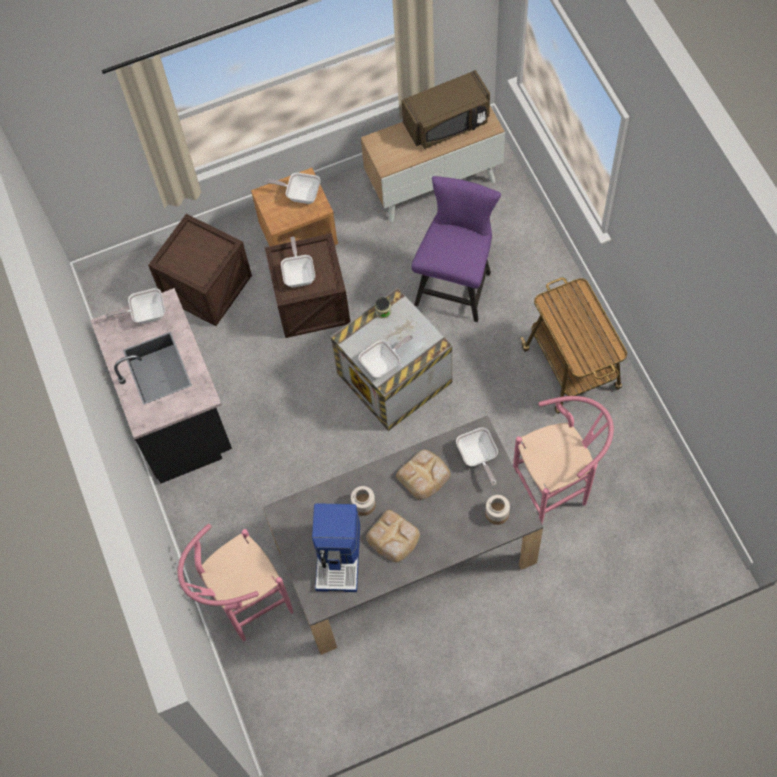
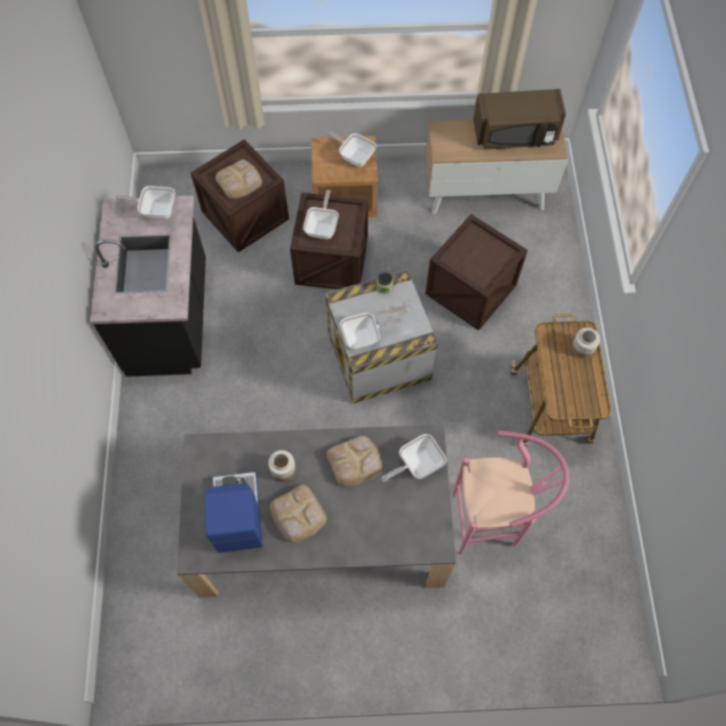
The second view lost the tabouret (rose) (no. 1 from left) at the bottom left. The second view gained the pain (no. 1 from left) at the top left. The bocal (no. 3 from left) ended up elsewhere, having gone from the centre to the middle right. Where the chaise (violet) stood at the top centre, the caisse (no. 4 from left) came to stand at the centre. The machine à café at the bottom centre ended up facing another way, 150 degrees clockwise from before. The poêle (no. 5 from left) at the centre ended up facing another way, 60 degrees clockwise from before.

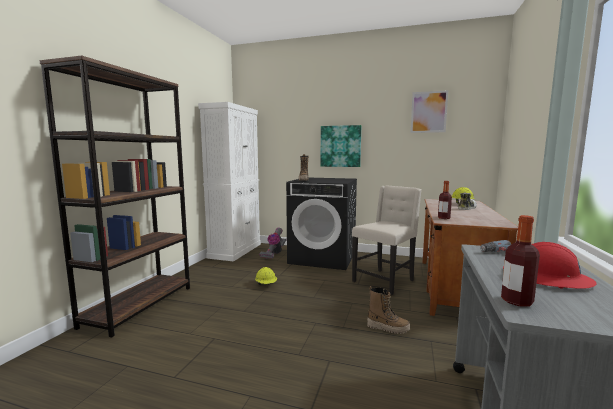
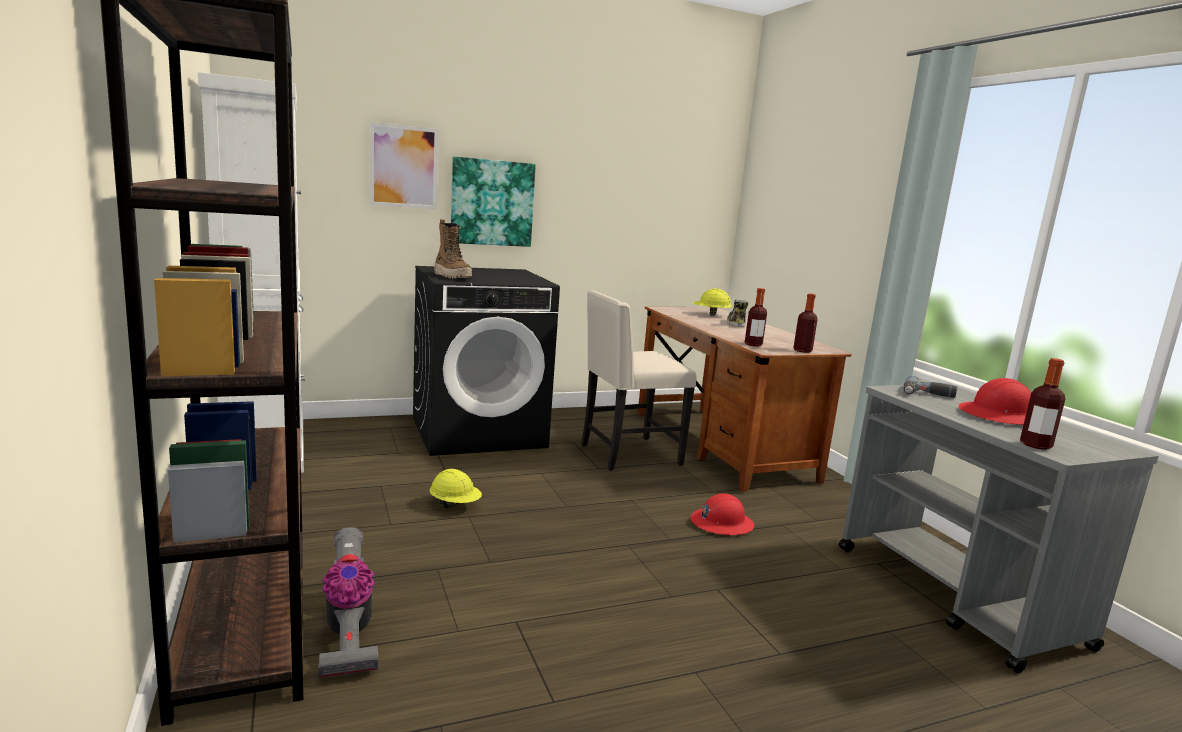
The second view gained the bouteille (no. 2 from left) at the middle right. The aspirateur ended up elsewhere, having gone from the centre to the bottom left. The tableau (no. 2 from left in the first image) ended up elsewhere, having gone from the top right to the top centre. Where the botte (no. 2 from left) stood at the bottom centre, the casque de chantier (rouge) (no. 1 from left) came to stand at the bottom centre. The chaise (beige) at the centre ended up facing another way, 120 degrees counterclockwise from before.

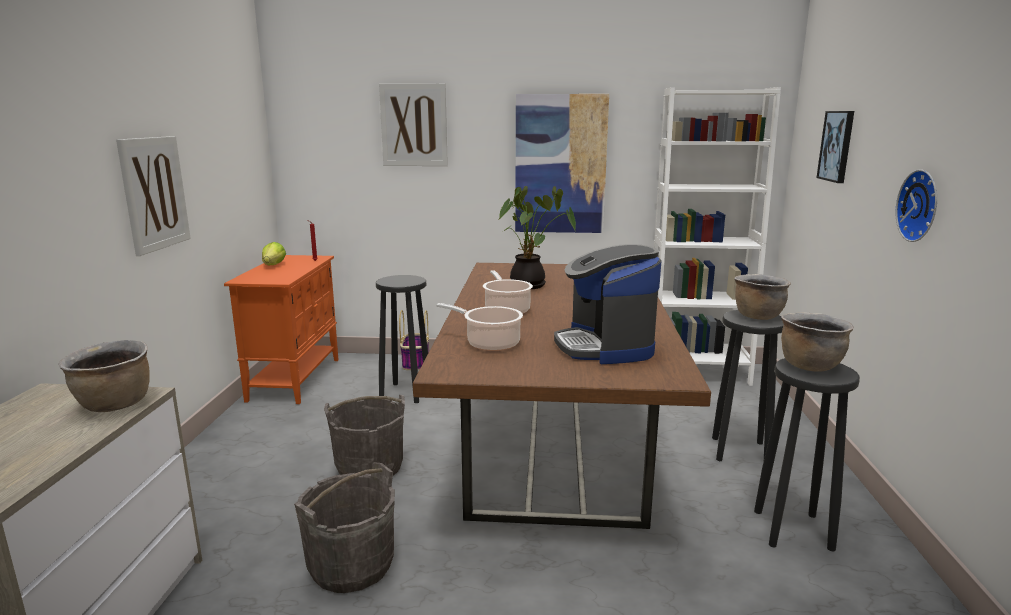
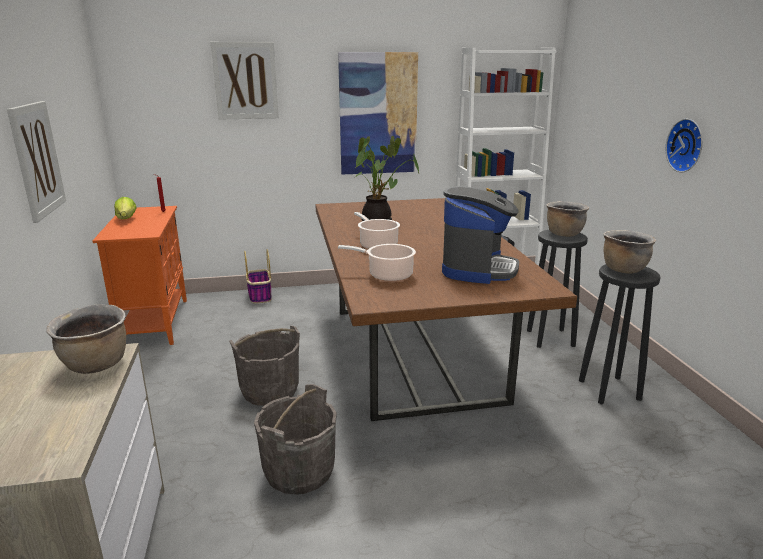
The second view lost the tabouret (noir) (no. 1 from left) at the centre. The second view lost the tableau (no. 4 from left) at the top right. The machine à café at the centre ended up facing another way, 135 degrees counterclockwise from before.

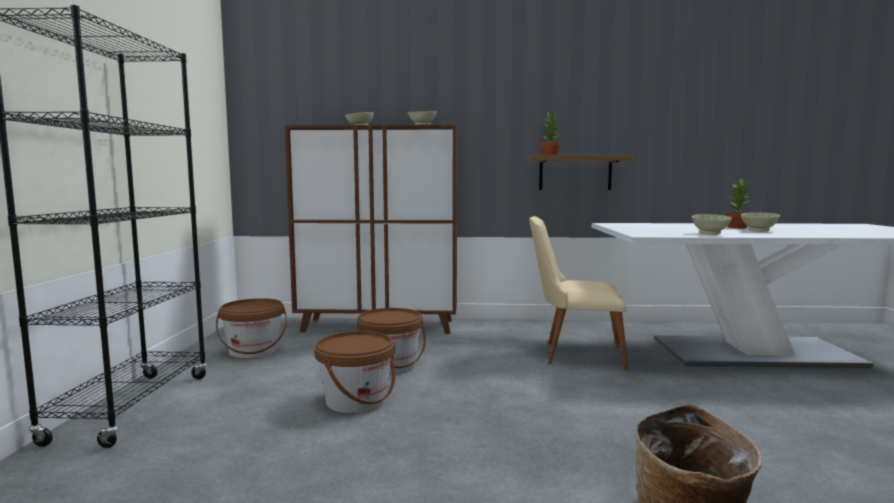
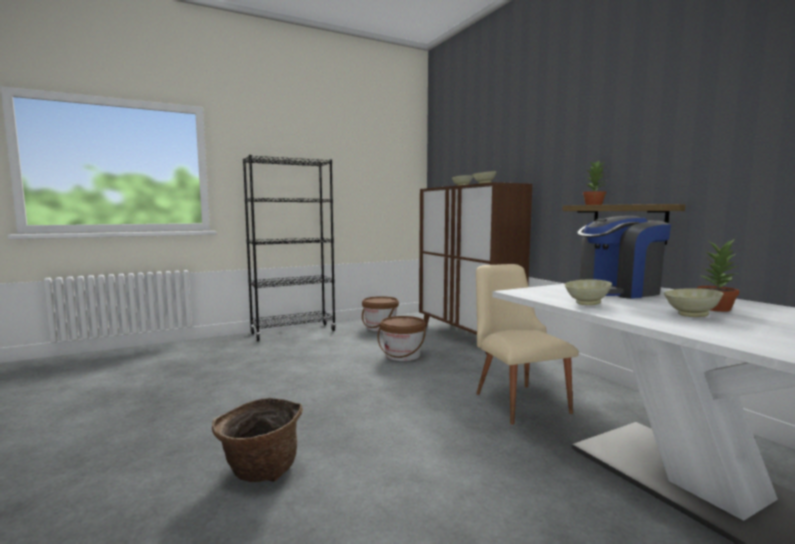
The second view lost the seau (marron) (no. 2 from left) at the bottom centre. The second view gained the machine à café at the middle right.

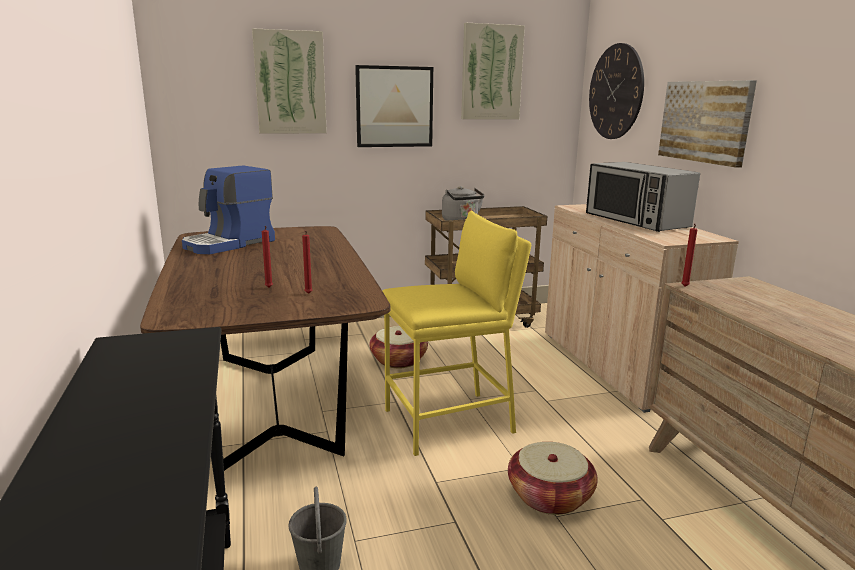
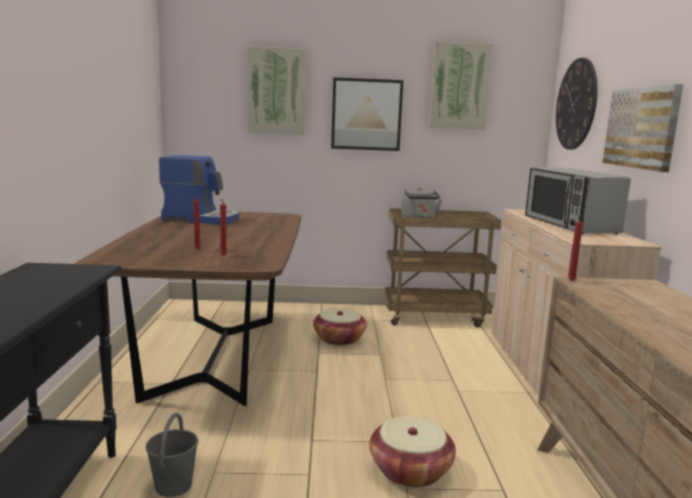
The second view lost the tabouret (jaune) at the centre. The machine à café at the middle left ended up facing another way, 135 degrees counterclockwise from before.

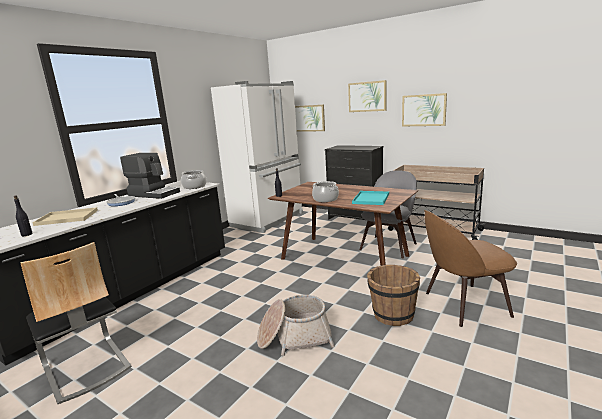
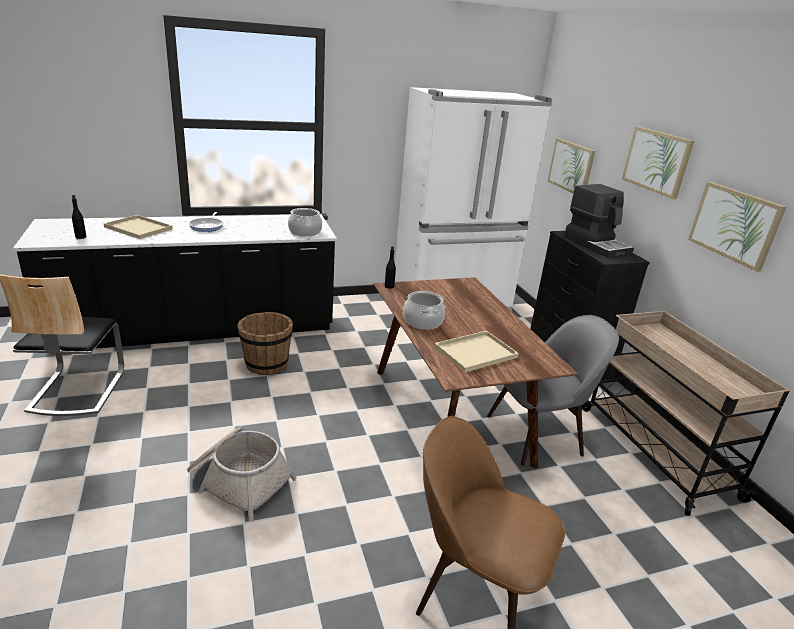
The machine à café ended up elsewhere, having gone from the middle left to the middle right. The seau (marron) ended up elsewhere, having gone from the bottom centre to the centre. What was the plateau (turquoise) at the centre turned into the plateau (beige) (no. 2 from left) at the centre.

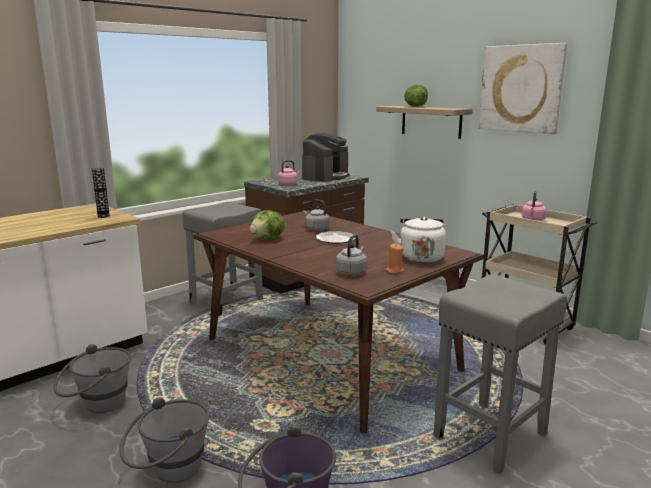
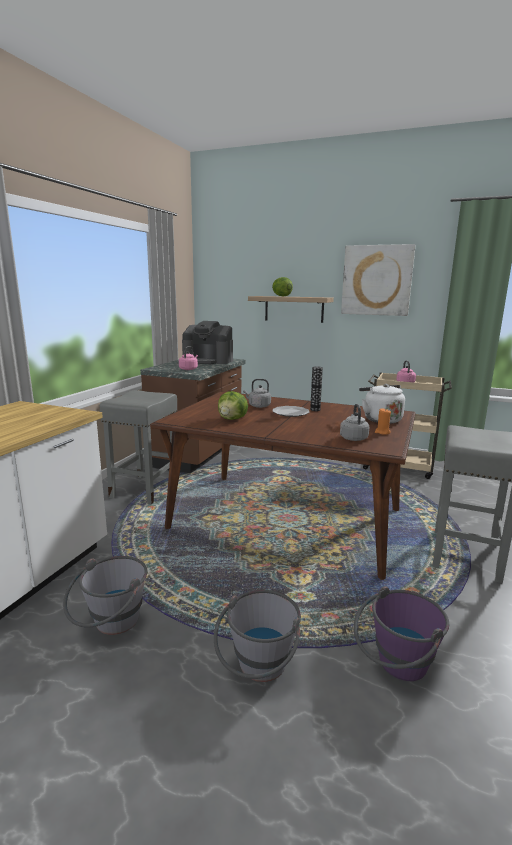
The vase ended up elsewhere, having gone from the middle left to the centre. The machine à café at the top centre ended up facing another way, 105 degrees clockwise from before.

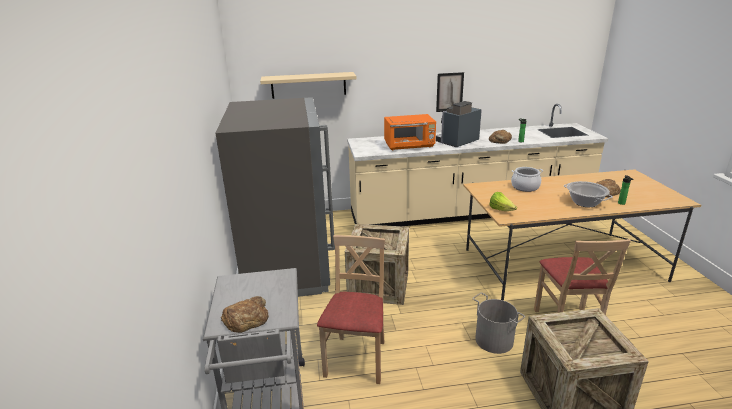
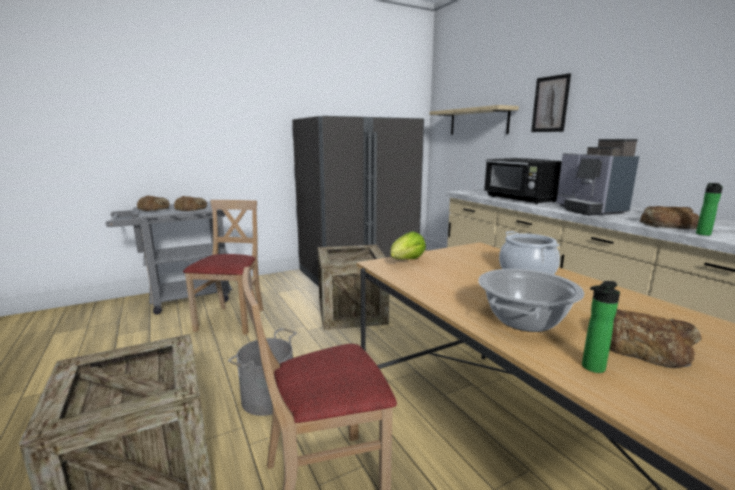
The second view gained the pain (no. 2 from left) at the middle left. The tableau ended up elsewhere, having gone from the top centre to the top right. What was the micro-ondes (orange) at the top centre turned into the micro-ondes (noir) at the middle right. The chaise (beige) (no. 1 from left) at the bottom centre ended up facing another way, 75 degrees counterclockwise from before. The machine à café at the top centre ended up facing another way, 135 degrees counterclockwise from before.

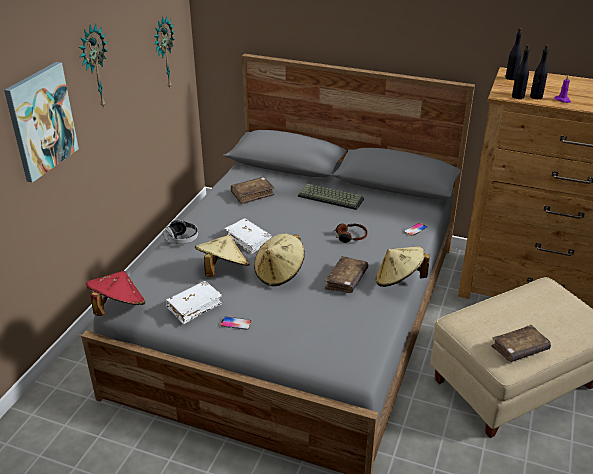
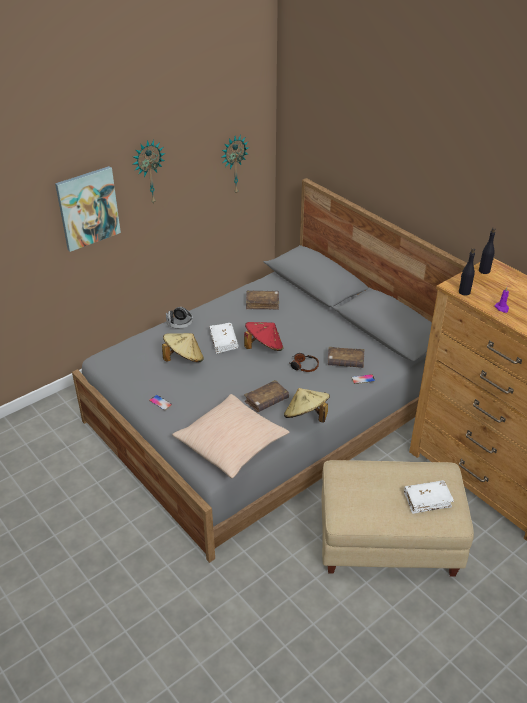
The second view lost the chapeau (beige) (no. 2 from left) at the centre. The second view lost the clavier at the centre. The second view lost the bouteille (noir) (no. 3 from left) at the top right. The second view gained the coussin (beige) at the centre. The chapeau (rouge) ended up elsewhere, having gone from the middle left to the centre. The livre (blanc) (no. 1 from left in the first image) ended up elsewhere, having gone from the middle left to the bottom right. The livre (marron) (no. 3 from left) ended up elsewhere, having gone from the bottom right to the centre.

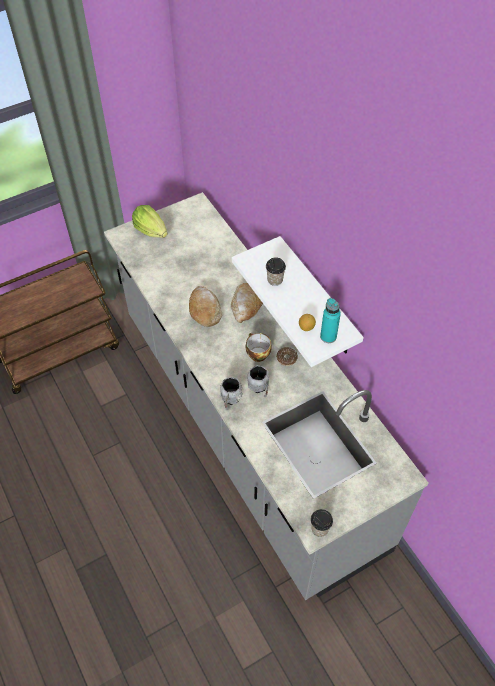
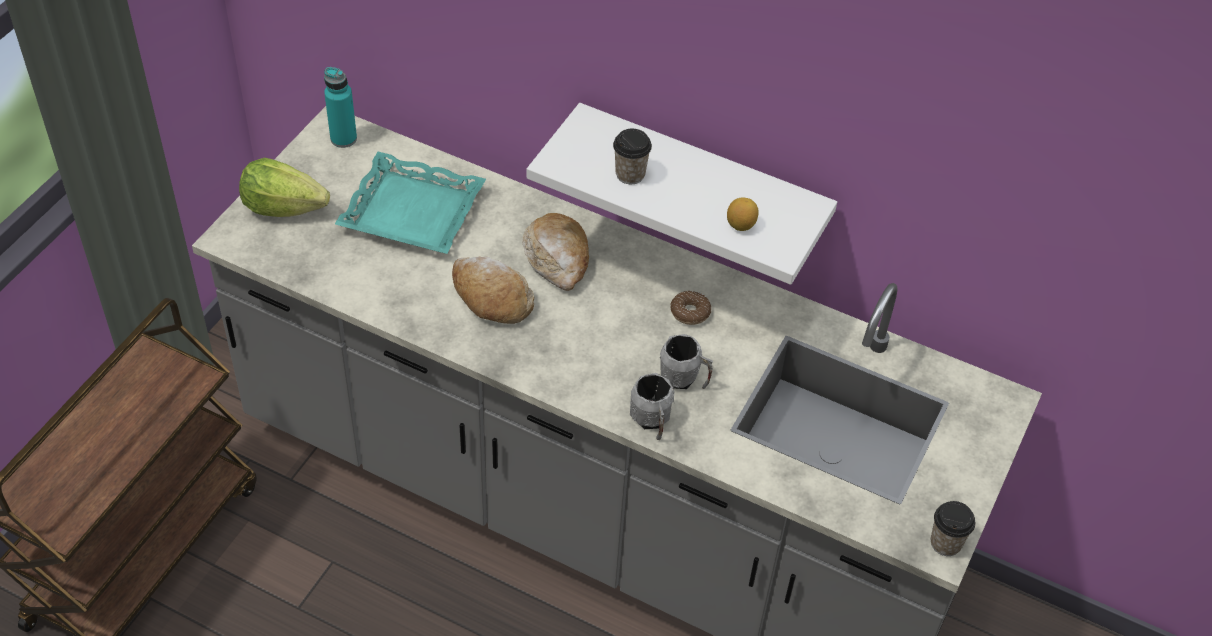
The second view lost the tasse (no. 1 from left) at the centre. The second view gained the plateau (turquoise) at the top centre. The bouteille (turquoise) ended up elsewhere, having gone from the middle right to the top left.

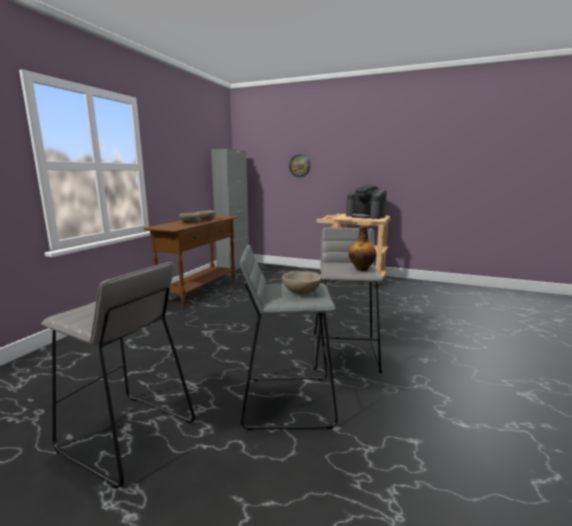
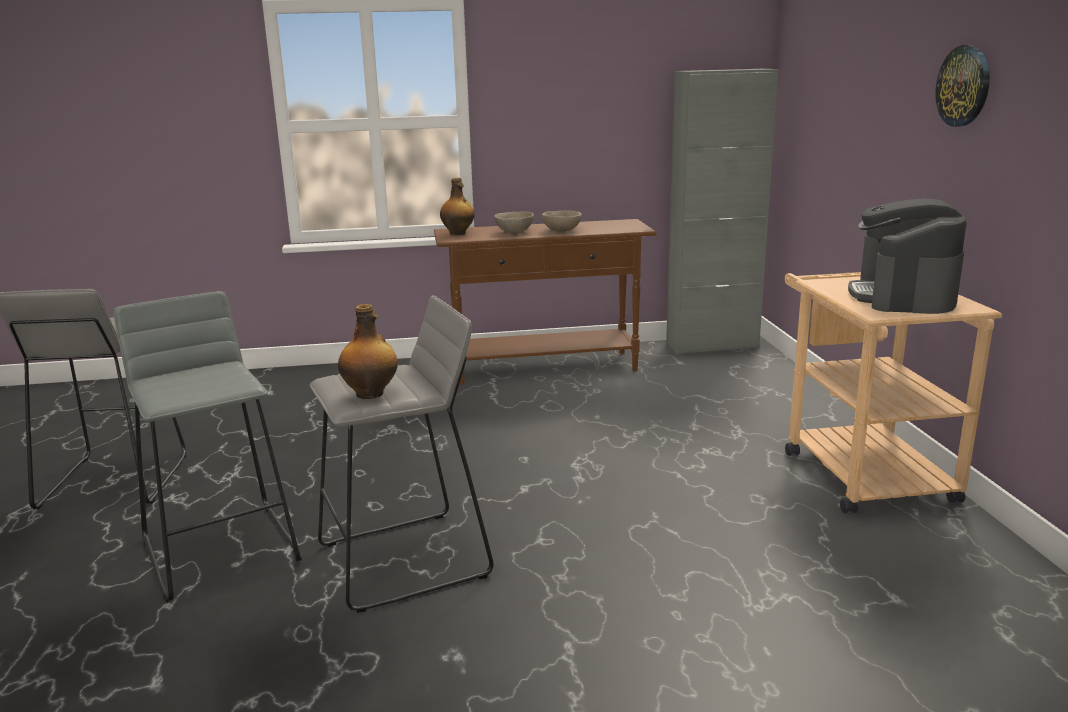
The second view lost the bol (beige) (no. 3 from left) at the centre. The second view gained the bouteille (no. 2 from left) at the top centre. The horloge murale ended up elsewhere, having gone from the top centre to the top right.

